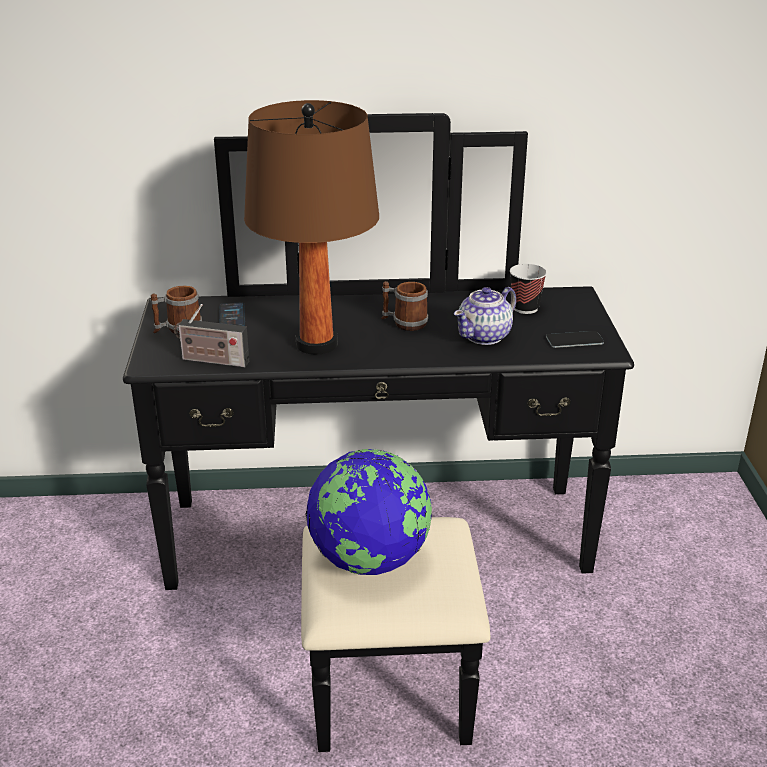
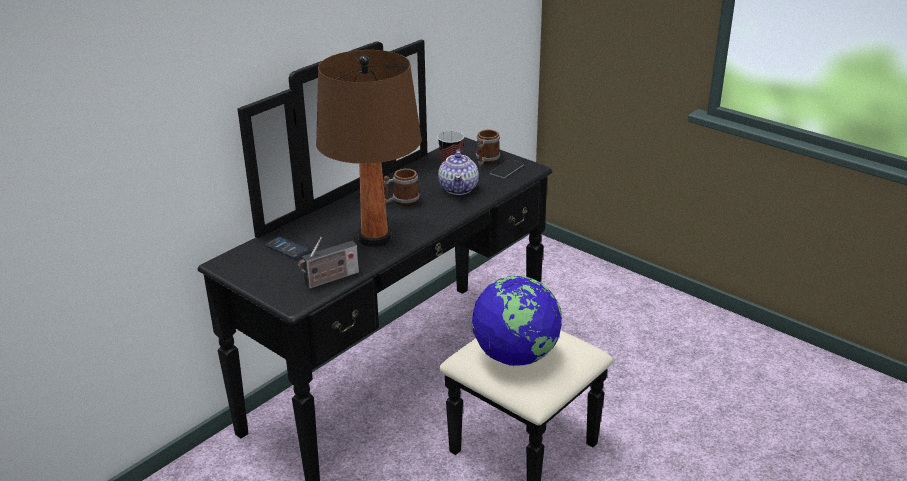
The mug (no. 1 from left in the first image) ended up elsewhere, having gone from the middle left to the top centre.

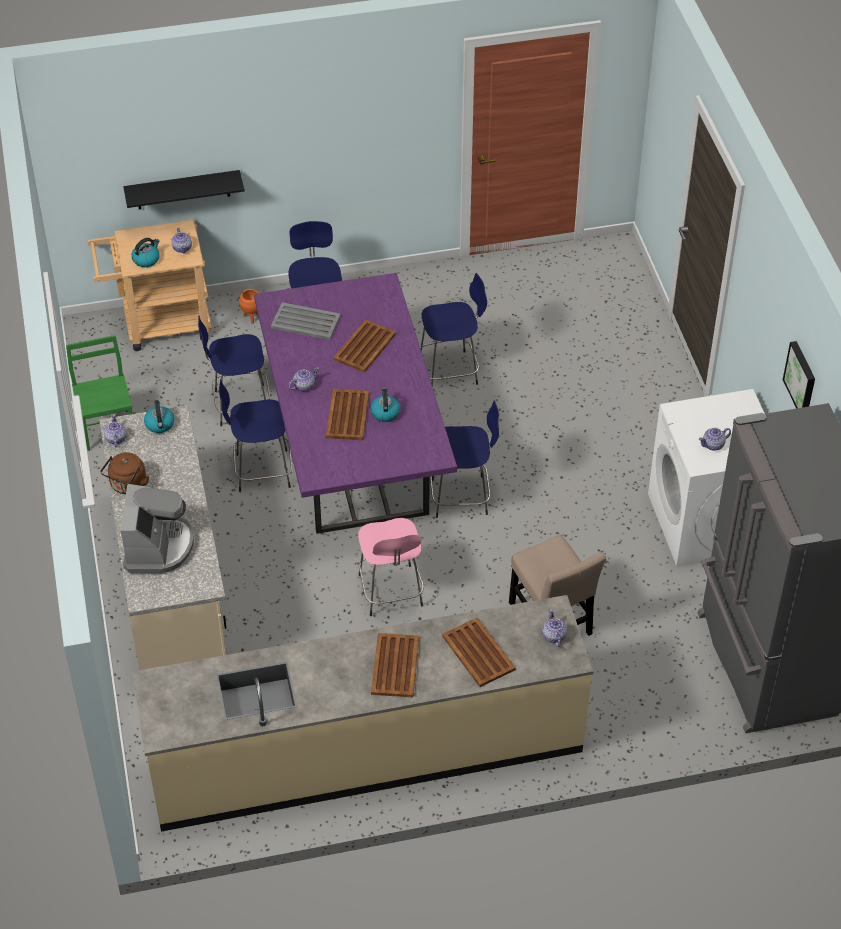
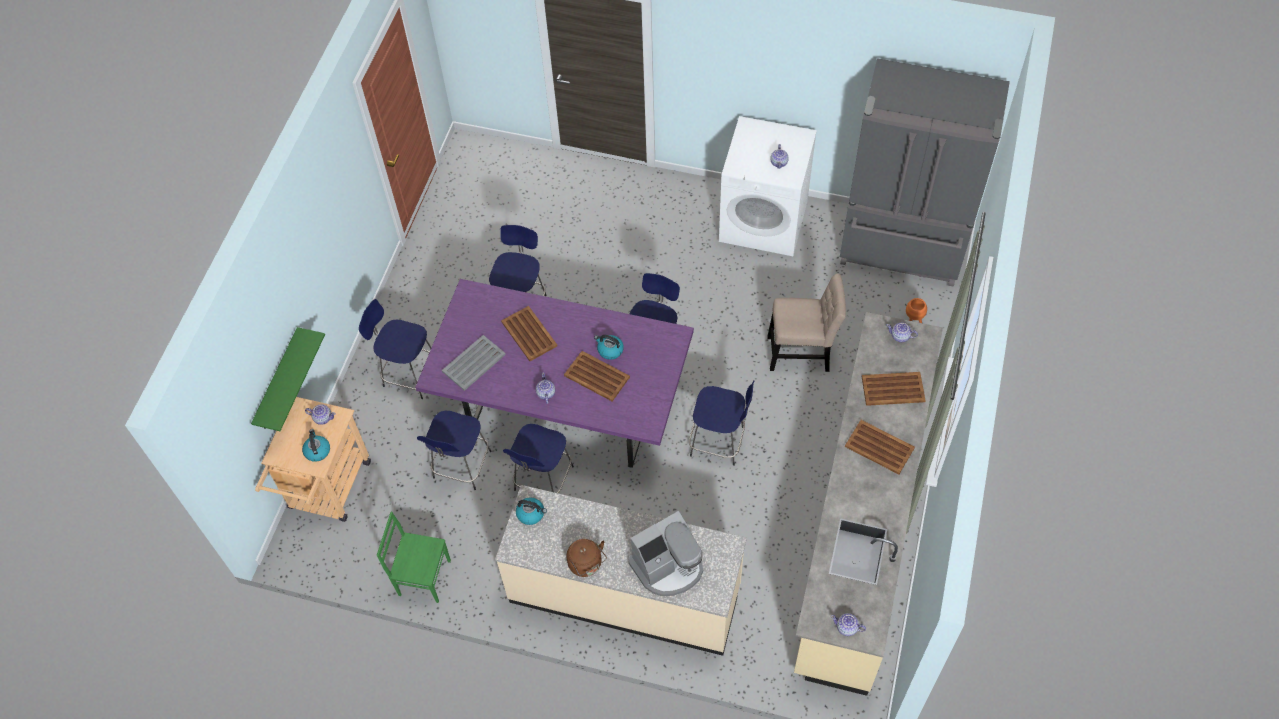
The second view lost the tableau at the middle right. The théière (no. 1 from left in the first image) ended up elsewhere, having gone from the middle left to the bottom centre. The cache-pot (orange) ended up elsewhere, having gone from the top left to the middle right. What was the étagère (noir) at the top left turned into the étagère (vert) at the middle left. What was the tabouret (rose) at the centre turned into the tabouret (bleu) (no. 6 from left) at the centre. The machine à café at the middle left ended up facing another way, 120 degrees clockwise from before.

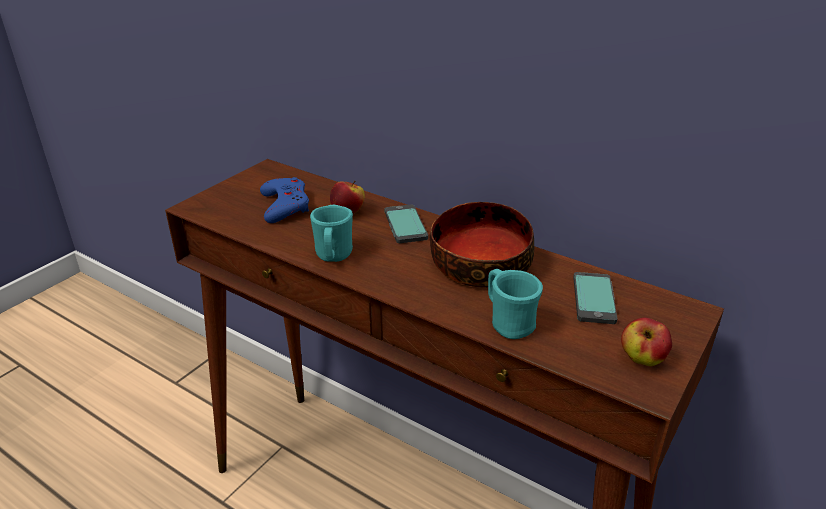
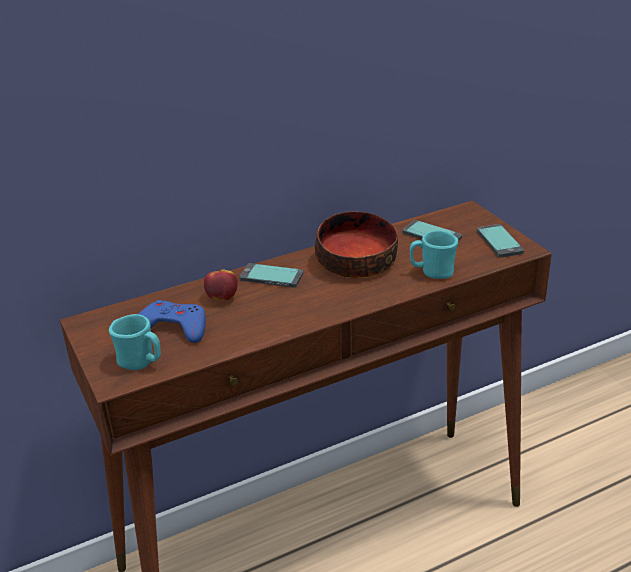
The mug (turquoise) (no. 1 from left) ended up elsewhere, having gone from the centre to the middle left. Where the pomme (no. 2 from left) stood at the bottom right, the téléphone (no. 3 from left) came to stand at the middle right.

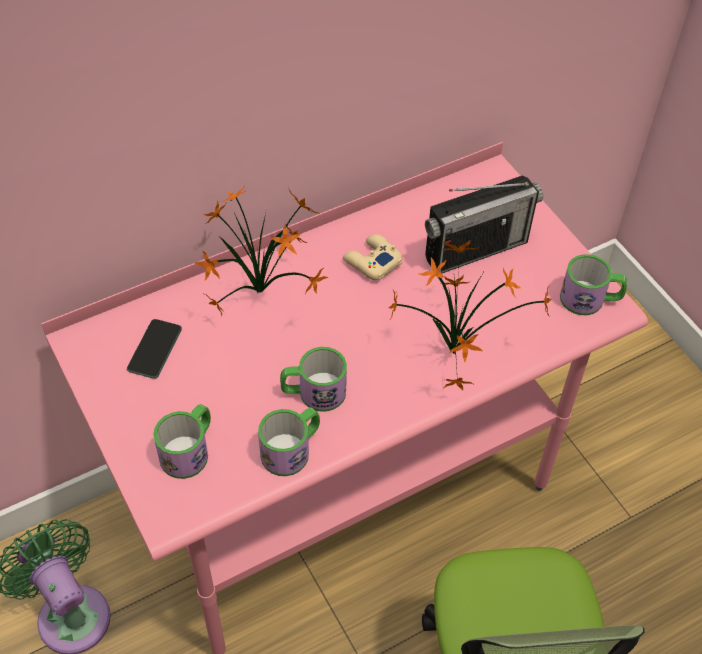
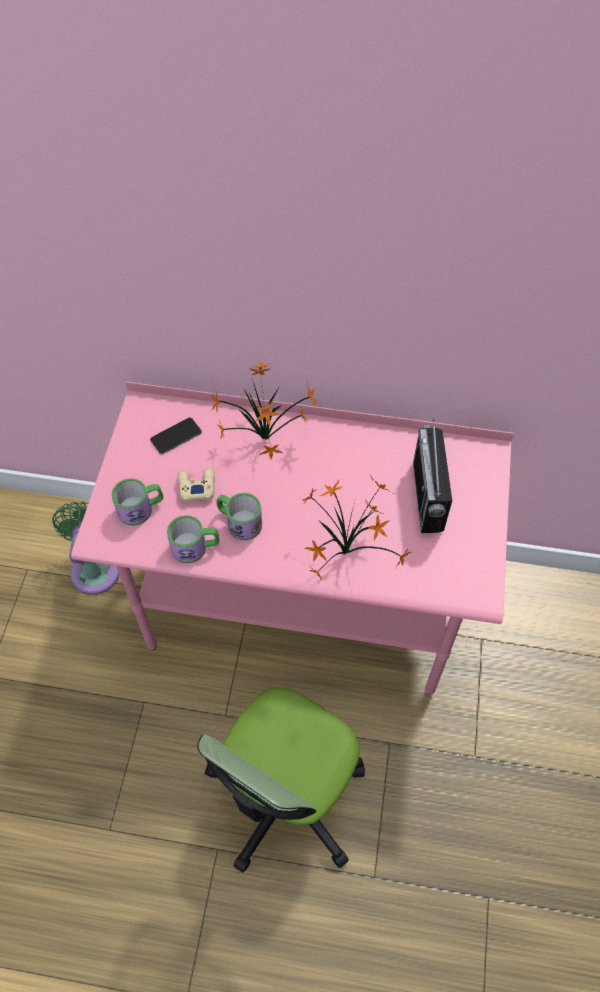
The second view lost the mug (no. 4 from left) at the middle right. The manette (beige) ended up elsewhere, having gone from the centre to the middle left. The radio at the middle right ended up facing another way, 75 degrees clockwise from before.

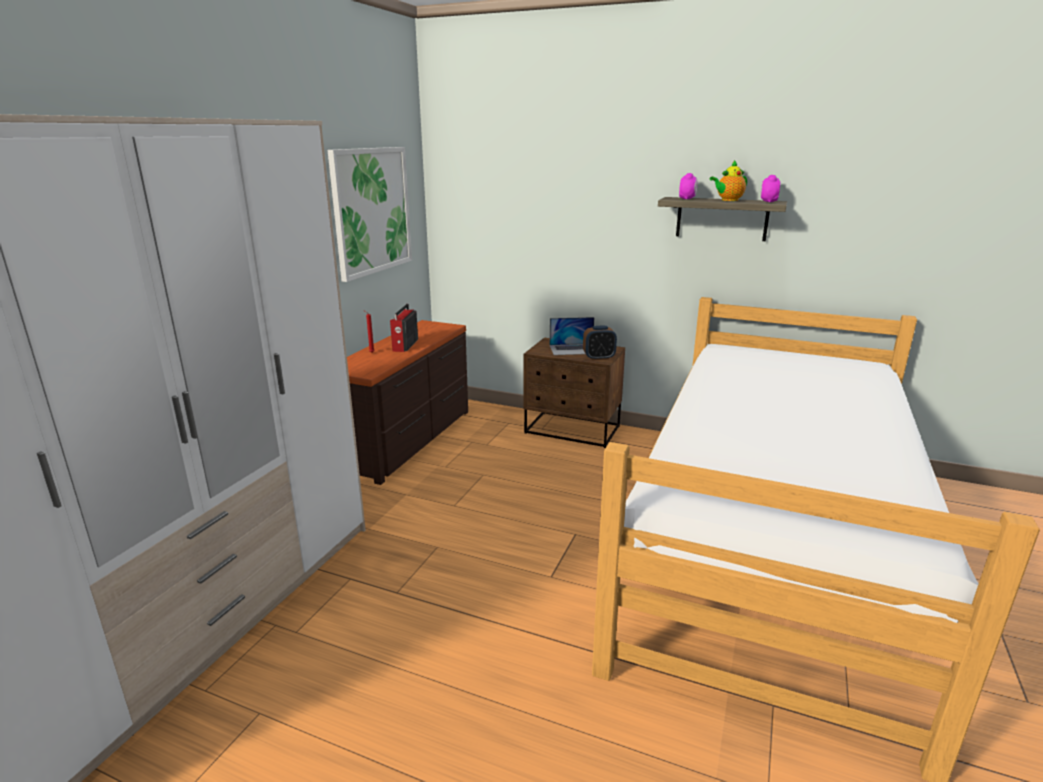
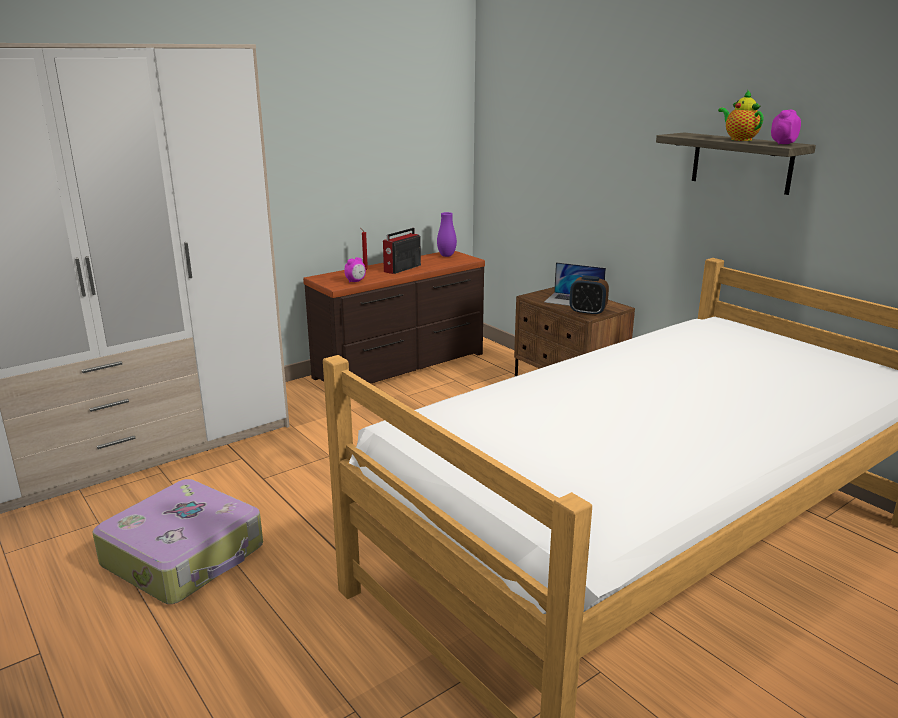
The second view lost the tableau at the top centre. The second view gained the valise at the bottom left. The second view gained the vase (violet) at the top centre. The réveil (no. 2 from left in the first image) ended up elsewhere, having gone from the top centre to the centre. The théière at the top right ended up facing another way, 60 degrees clockwise from before.

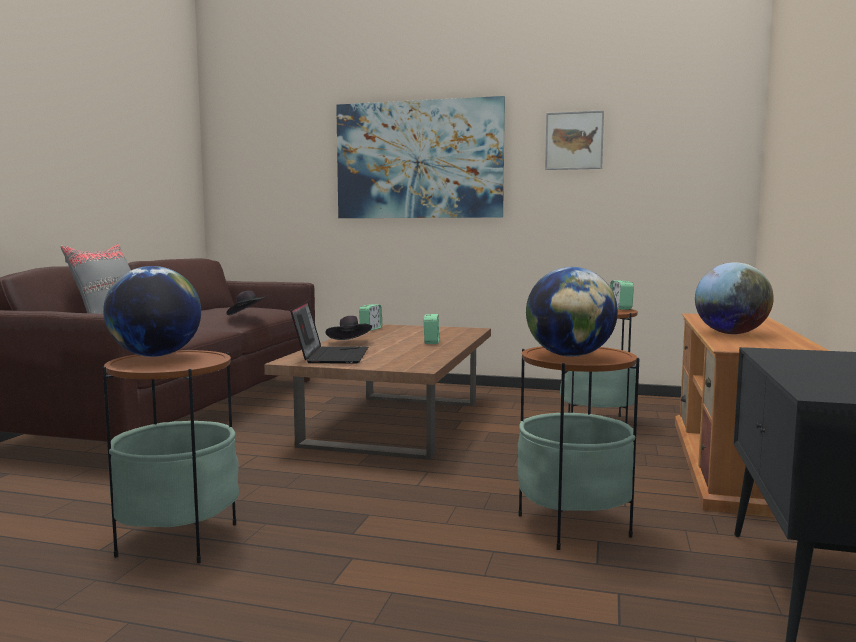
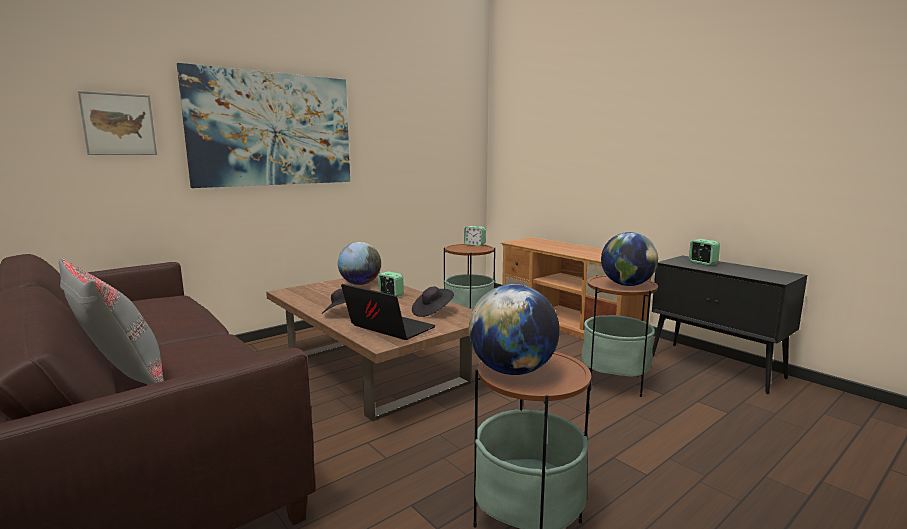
The chapeau (noir) (no. 1 from left in the first image) ended up elsewhere, having gone from the middle left to the centre. The réveil (no. 1 from left in the first image) ended up elsewhere, having gone from the centre to the middle right. The tableau (no. 2 from left in the first image) ended up elsewhere, having gone from the top right to the top left. The globe (no. 3 from left in the first image) ended up elsewhere, having gone from the middle right to the centre.

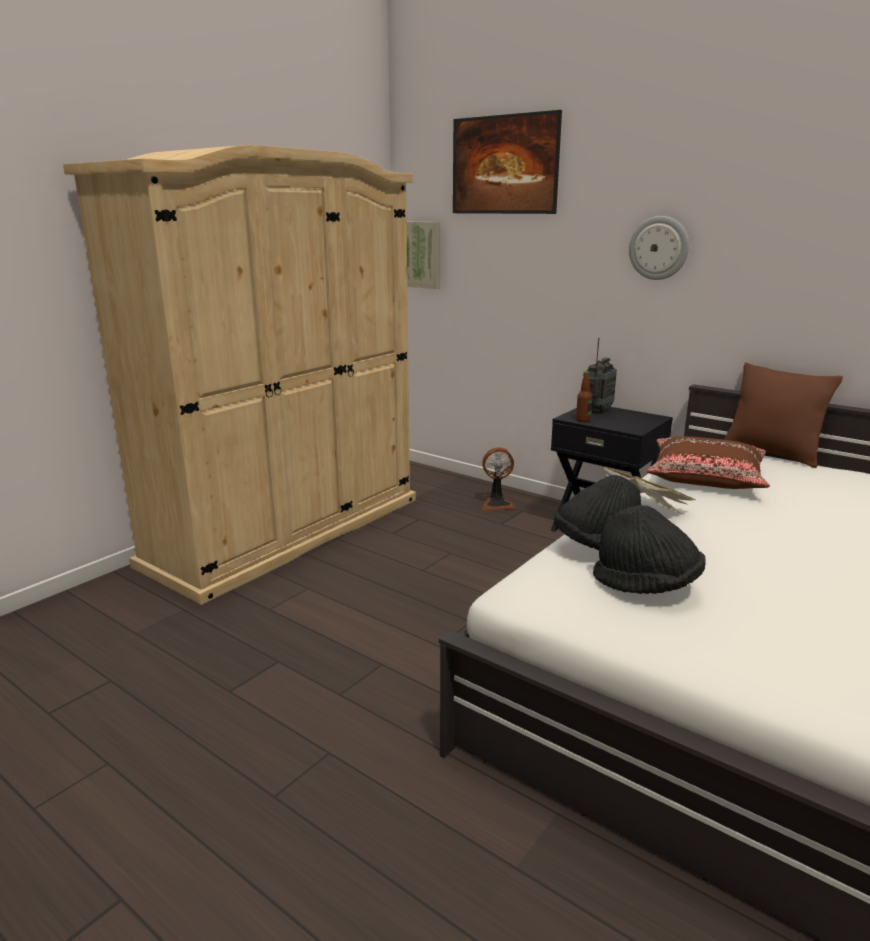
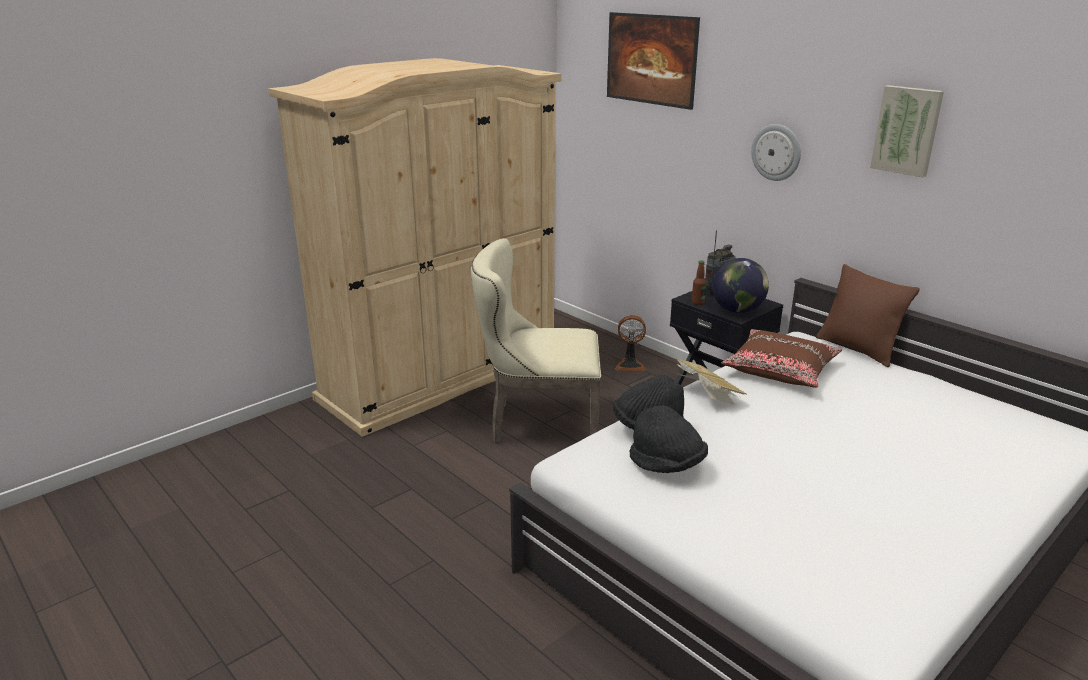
The second view gained the chaise (beige) at the centre. The second view gained the globe at the middle right. The tableau (no. 1 from left in the first image) ended up elsewhere, having gone from the top centre to the top right.

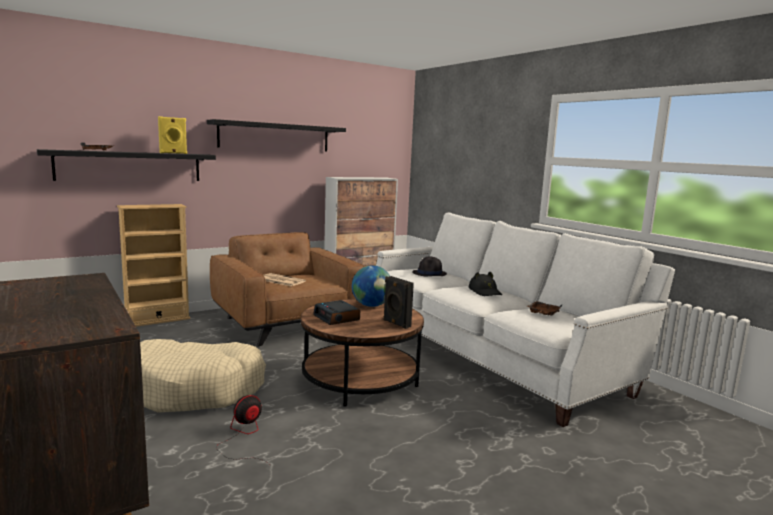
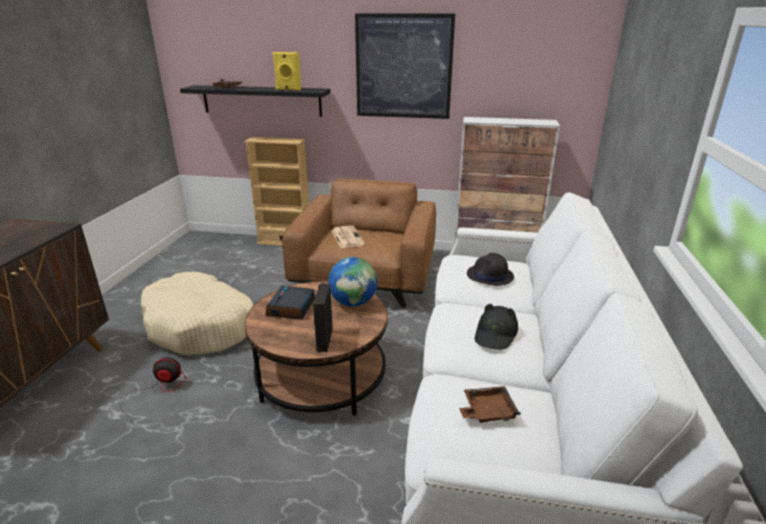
Where the étagère (noir) (no. 2 from left) hung at the top centre, the tableau came to hang at the top centre.

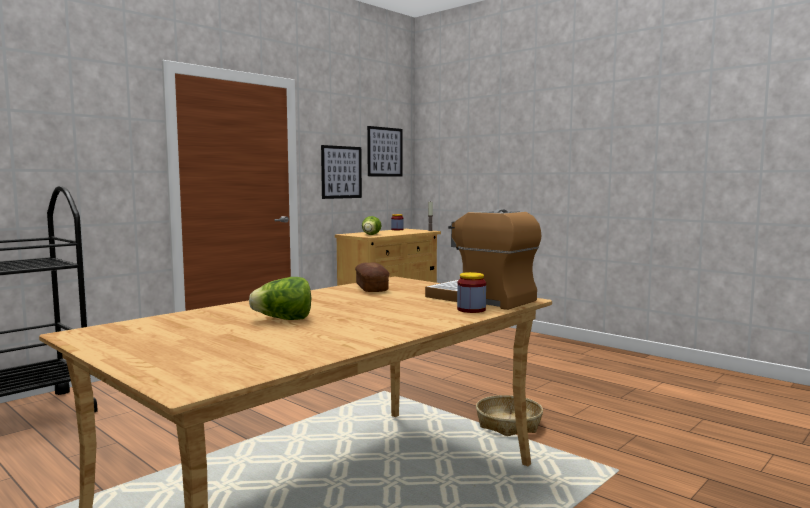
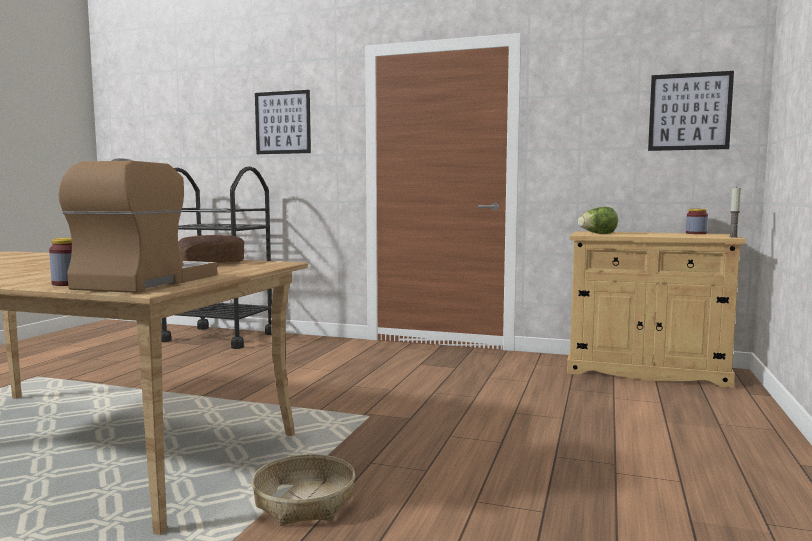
The second view lost the laitue (no. 1 from left) at the centre. The tableau (no. 1 from left) ended up elsewhere, having gone from the centre to the top centre.

